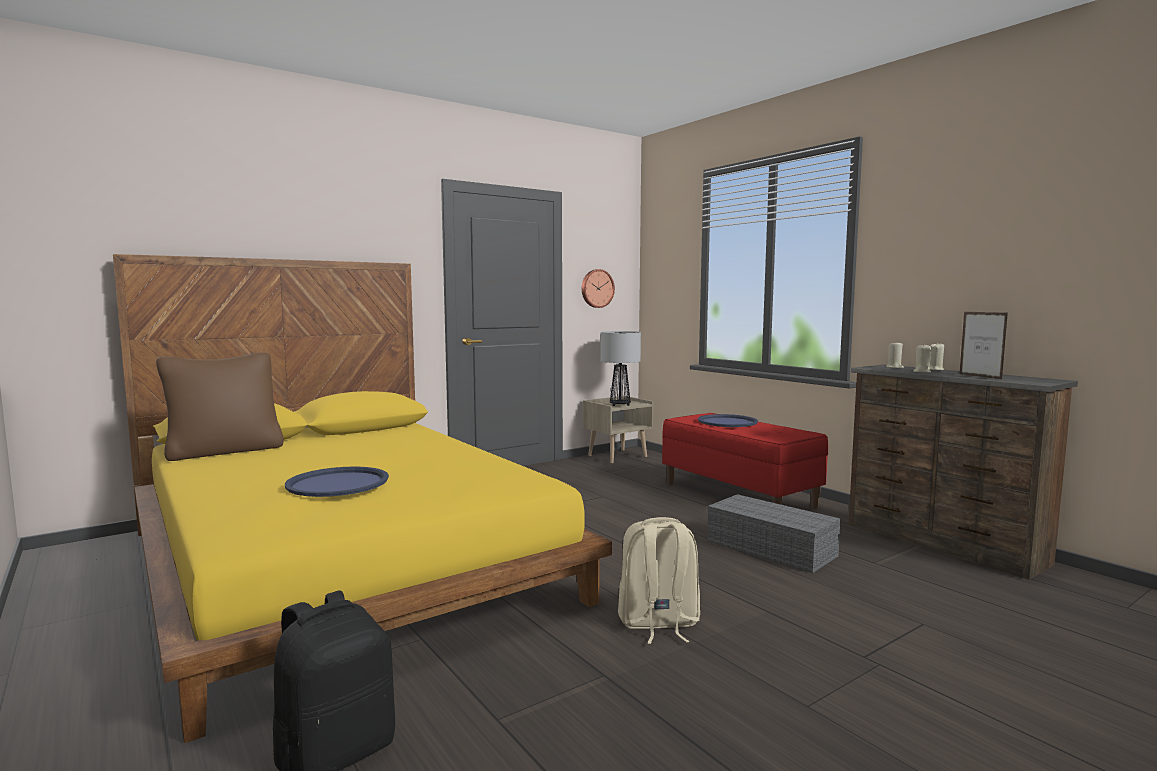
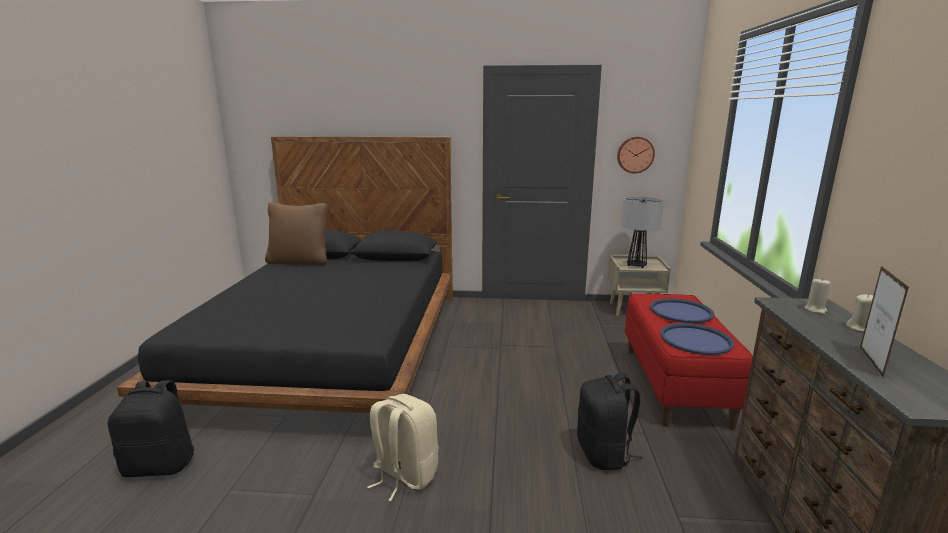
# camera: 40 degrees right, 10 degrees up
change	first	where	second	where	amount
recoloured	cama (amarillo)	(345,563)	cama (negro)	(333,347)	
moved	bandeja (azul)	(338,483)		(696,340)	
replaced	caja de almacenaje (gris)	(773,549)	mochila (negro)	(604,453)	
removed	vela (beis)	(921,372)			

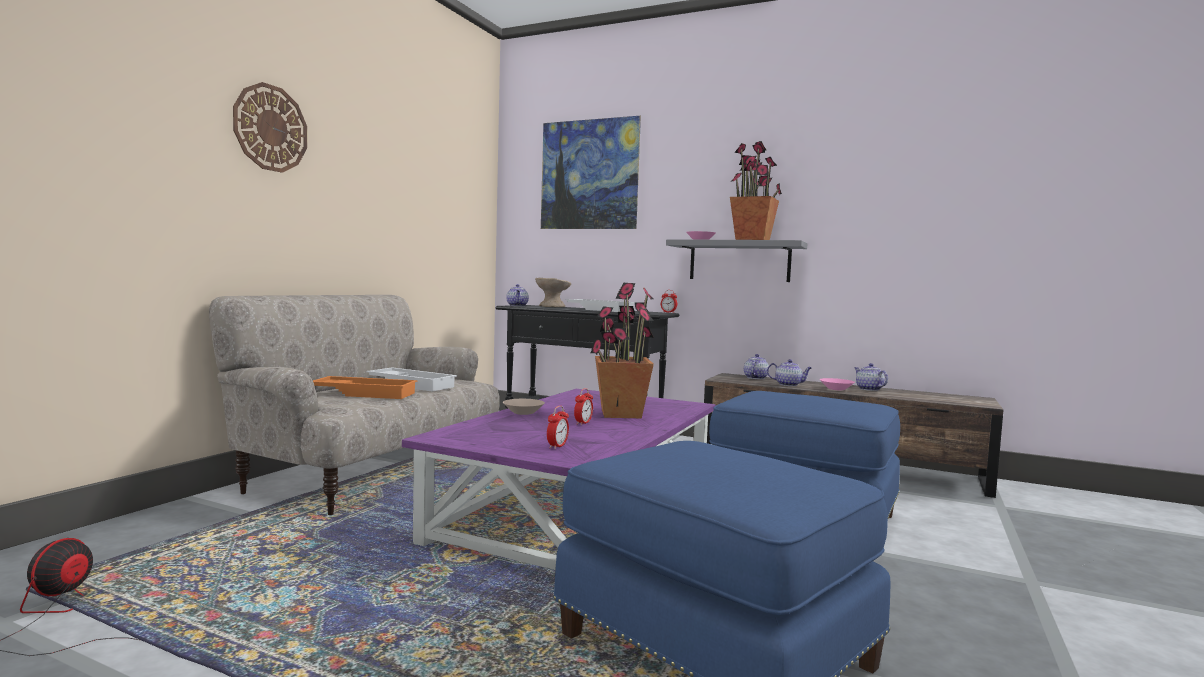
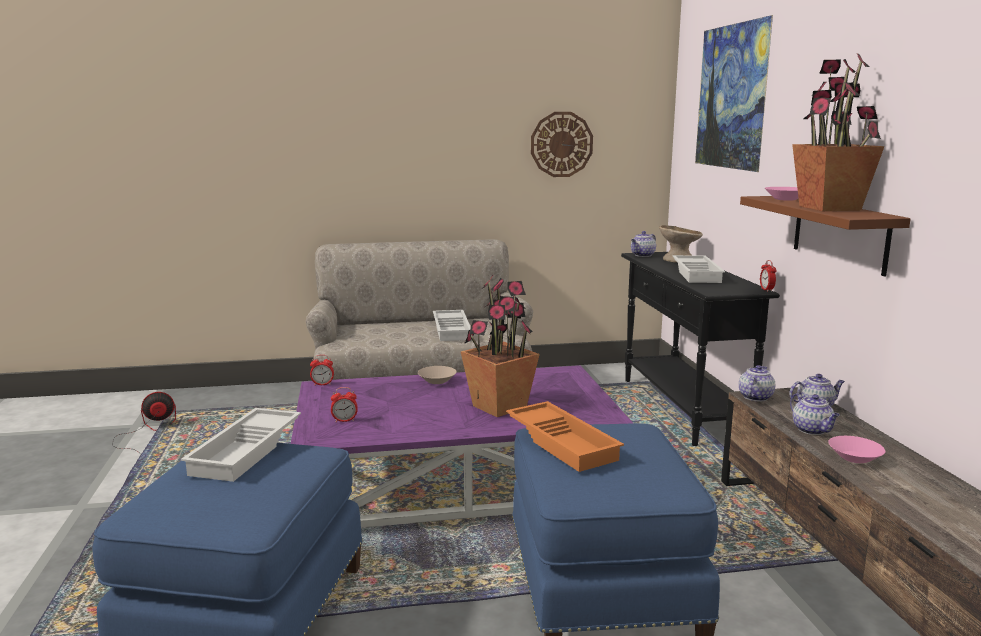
# camera: 55 degrees right, 10 degrees up
change	first	where	second	where	amount
moved	reloj de pared	(270,128)		(561,144)	
moved	bandeja (naranja)	(366,393)		(564,442)	
moved	despertador	(583,423)		(322,384)	
recoloured	estante (gris)	(739,261)	estante (marrón)	(839,233)	
moved	tetera	(868,389)		(755,397)	
added			bandeja (blanco)	(247,451)	

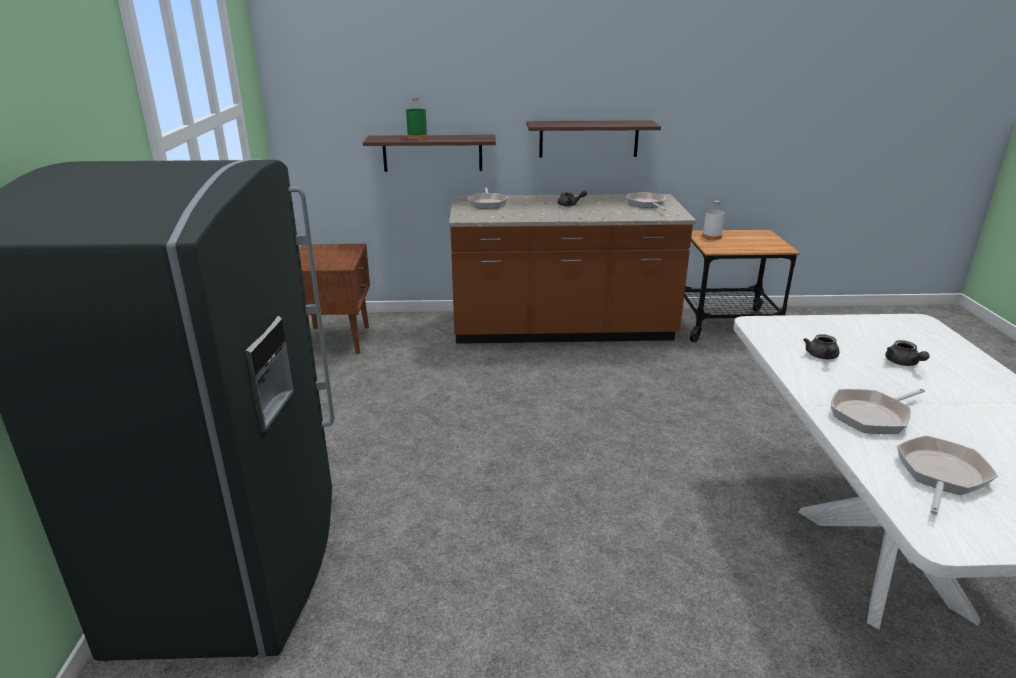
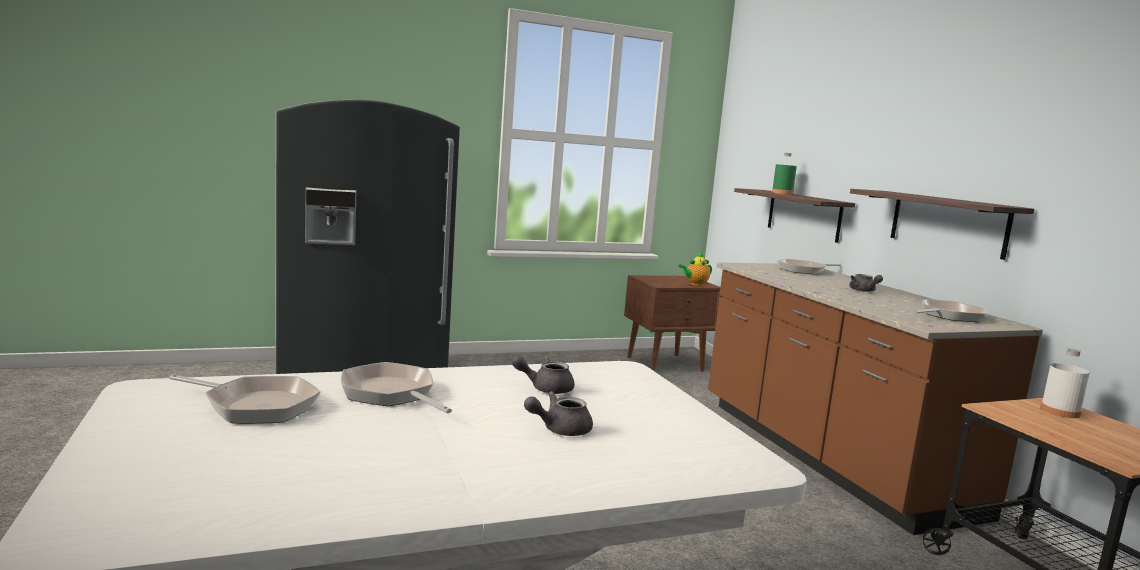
# camera: 70 degrees right, 15 degrees down
change	first	where	second	where	amount
added			tetera	(695,284)	

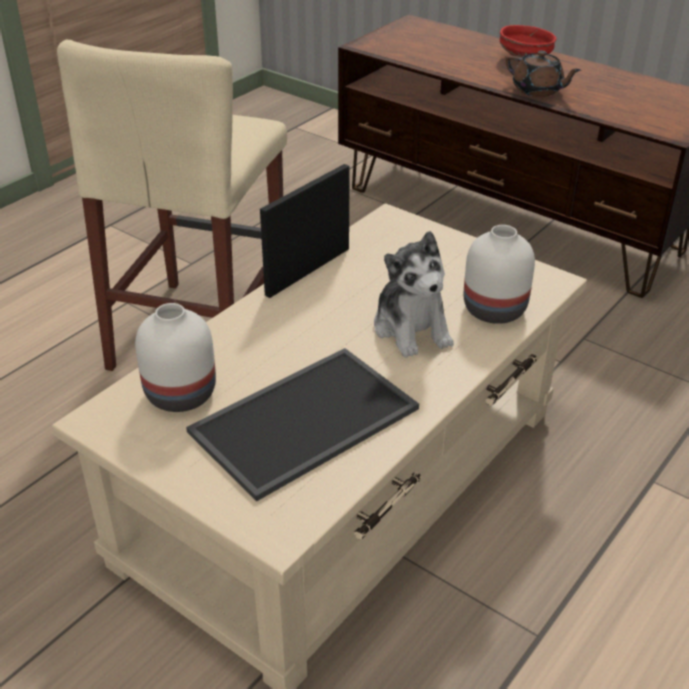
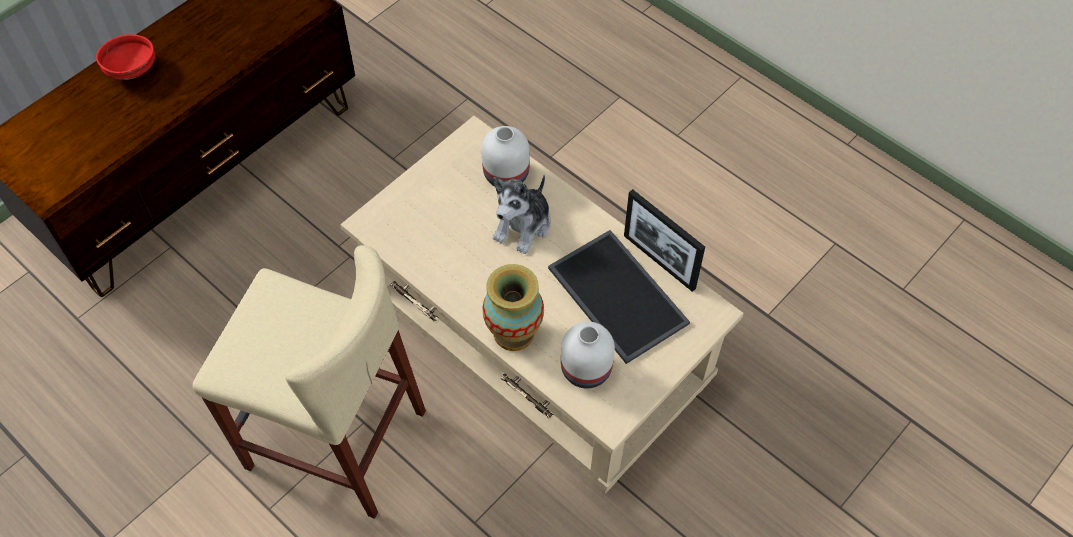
# camera: 85 degrees left, 20 degrees up
change	first	where	second	where	amount
moved	portarretratos	(308,271)		(659,262)	
turned	peluche	(412,328)		(523,225)	135 degrees clockwise
removed	tetera (marrón)	(538,90)			
added			florero	(513,333)	

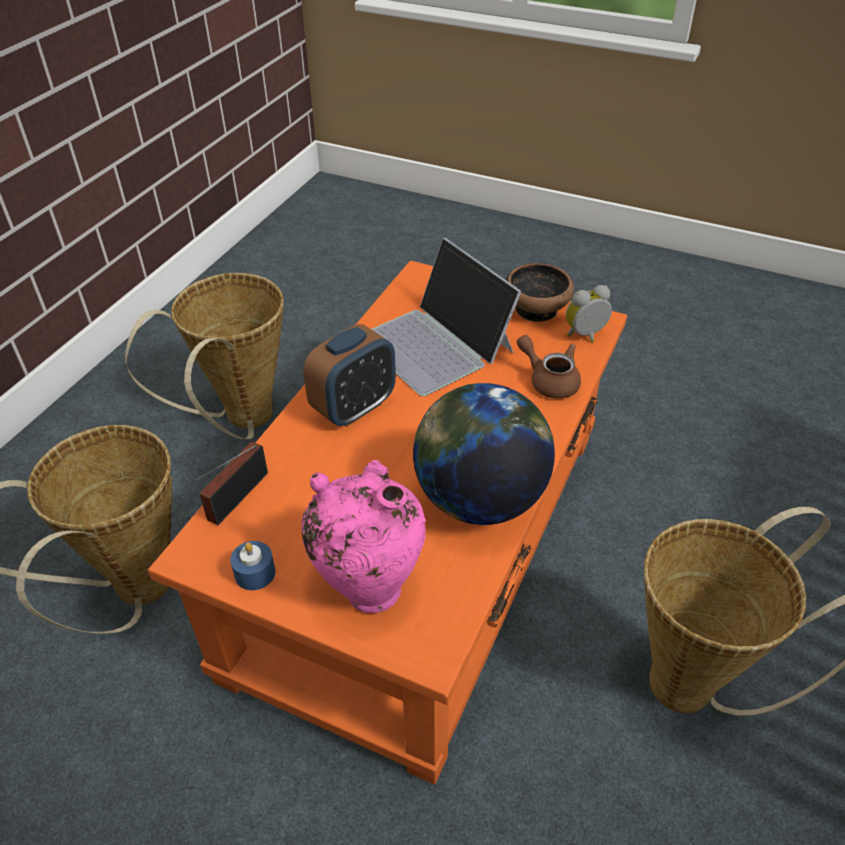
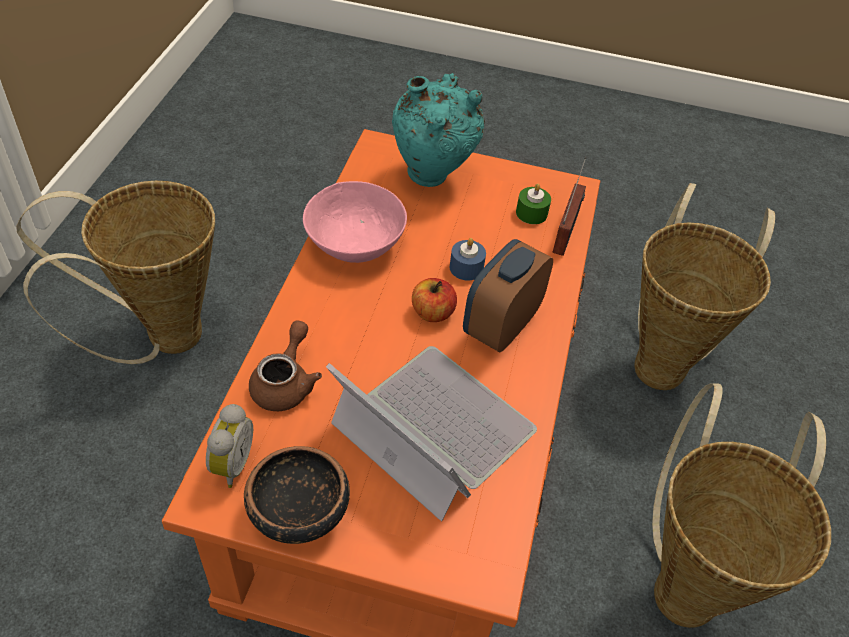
# camera: 165 degrees right, 5 degrees up
change	first	where	second	where	amount
moved	vela (azul)	(255,573)		(466,268)	
recoloured	florero (rosa)	(369,586)	florero (turquesa)	(432,178)	
replaced	globo terráqueo	(480,500)	cuenco (rosa)	(355,244)	
turned	tetera (marrón)	(549,380)		(285,383)	105 degrees counterclockwise
turned	despertador	(586,336)		(230,464)	45 degrees counterclockwise
added			manzana	(432,313)	
added			vela (verde)	(531,213)	

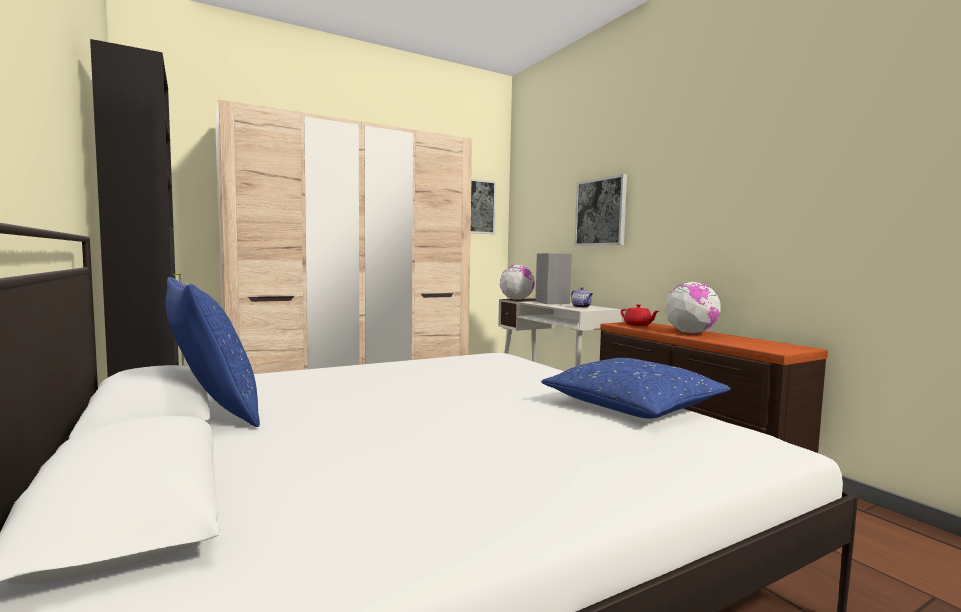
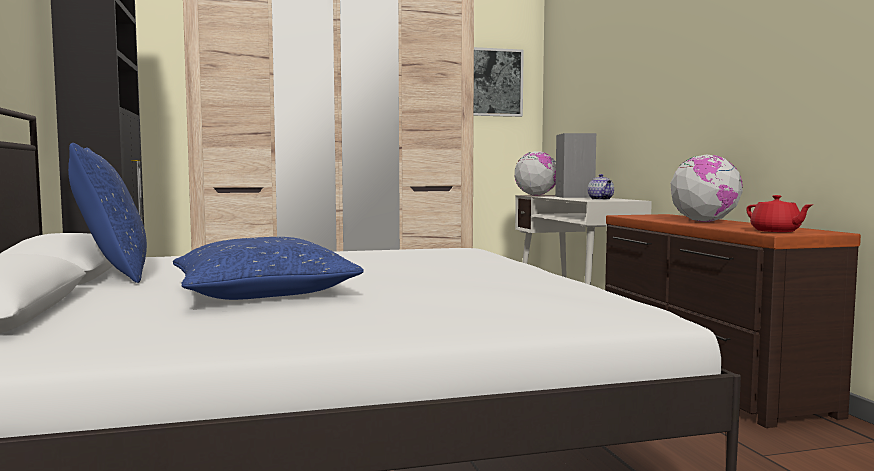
# camera: 15 degrees right, 0 degrees up
change	first	where	second	where	amount
moved	cojín (azul)	(633,405)		(263,292)	
removed	cuadro	(601,212)			
moved	tetera (rojo)	(638,325)		(776,231)	

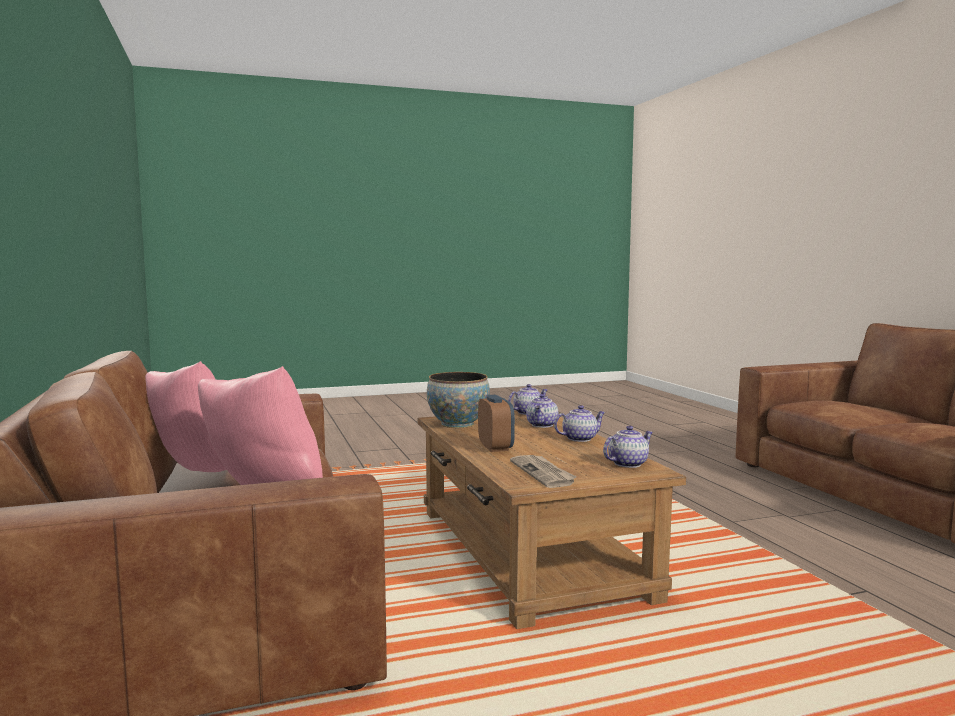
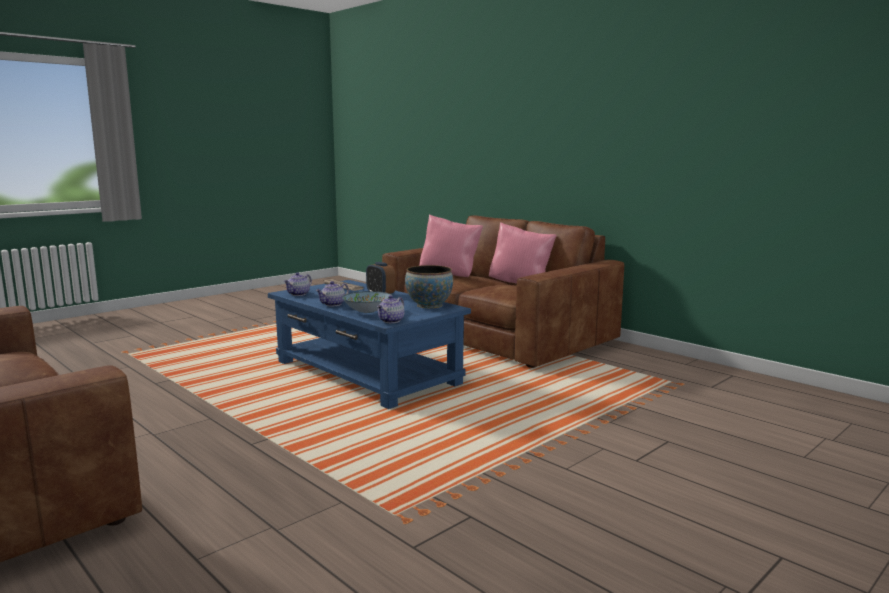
# camera: 155 degrees right, 5 degrees up
change	first	where	second	where	amount
recoloured	mesa de centro (marrón)	(528,551)	mesa de centro (azul)	(366,372)	
replaced	tetera	(542,425)	cuenco	(367,311)	

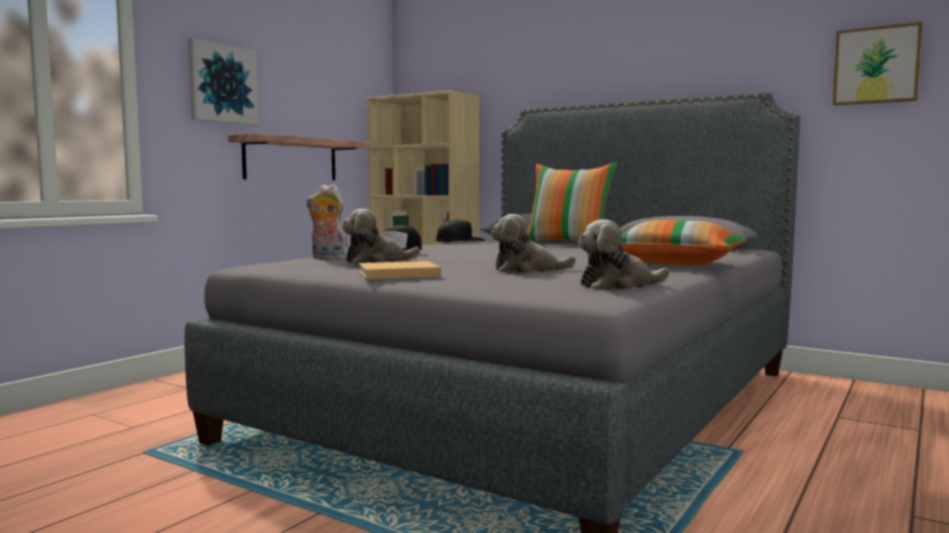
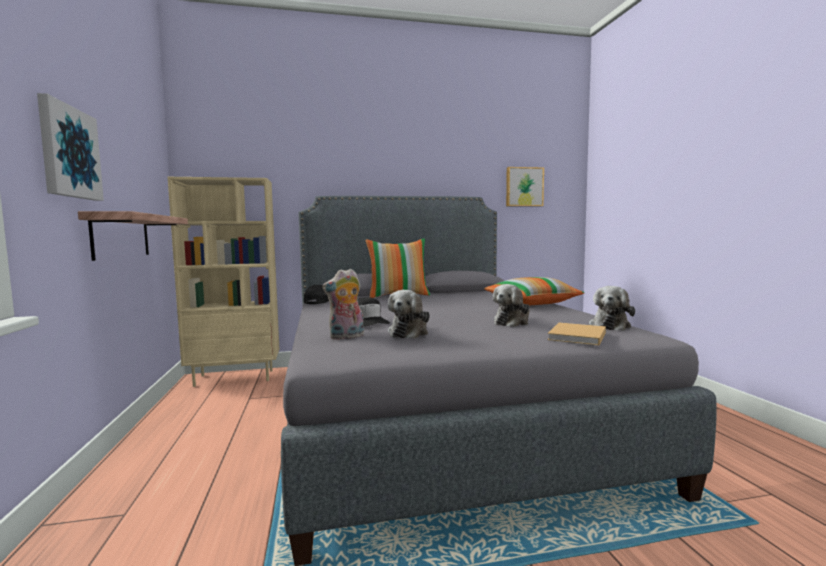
# camera: 45 degrees left, 0 degrees up
change	first	where	second	where	amount
moved	libro (beis)	(396,274)		(577,336)	

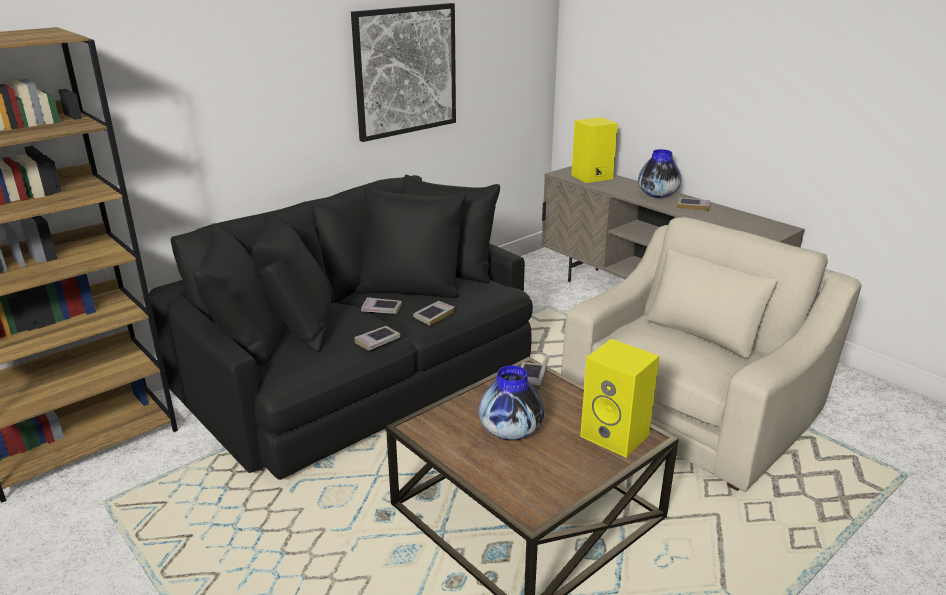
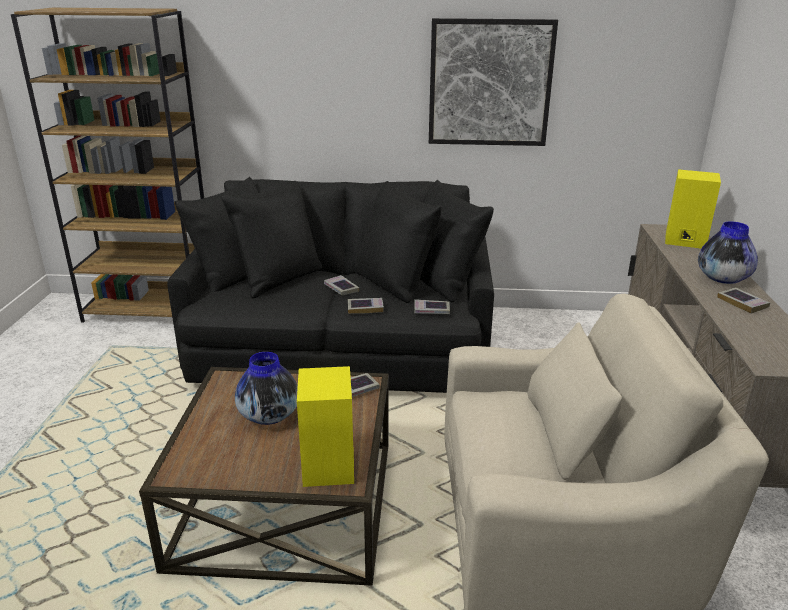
# camera: 45 degrees right, 0 degrees up
change	first	where	second	where	amount
moved	libro	(377,341)		(431,310)	

